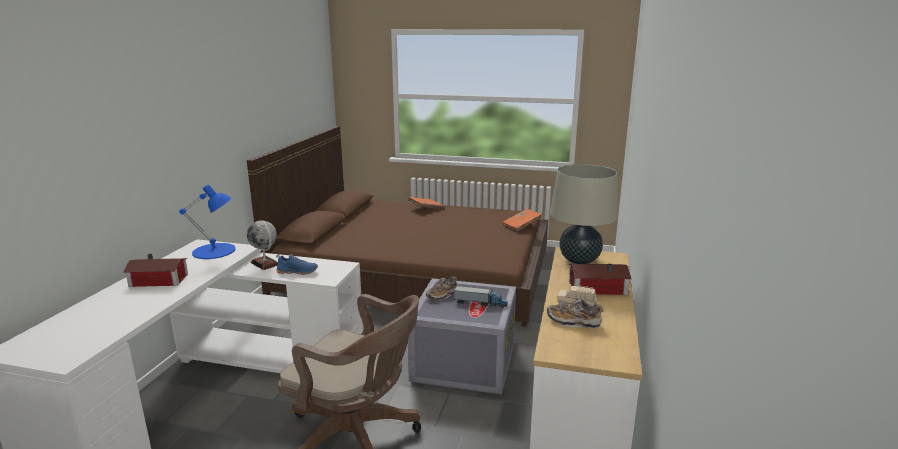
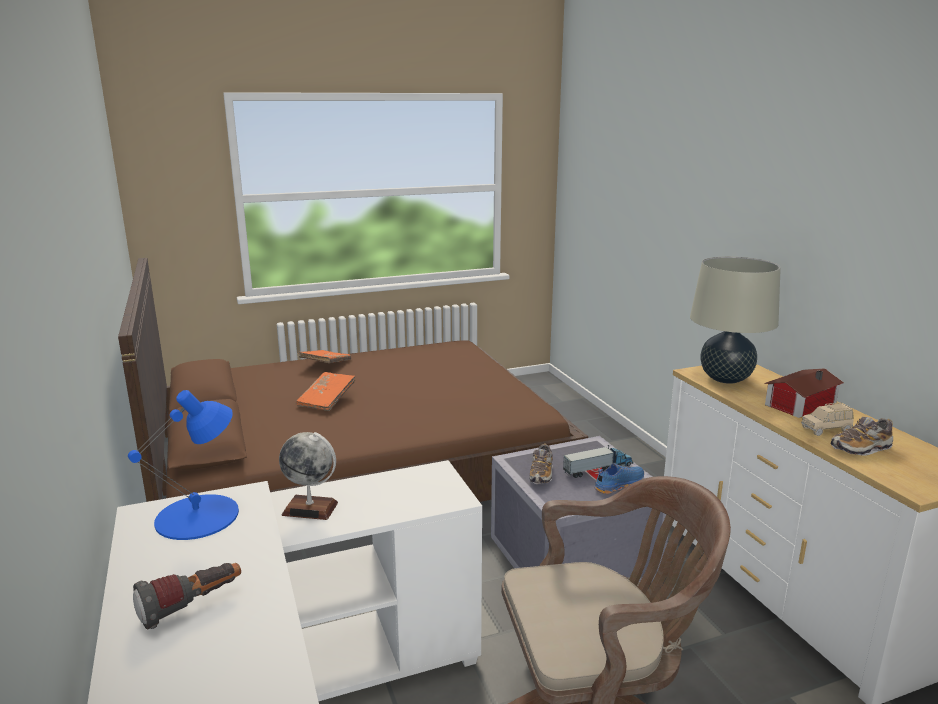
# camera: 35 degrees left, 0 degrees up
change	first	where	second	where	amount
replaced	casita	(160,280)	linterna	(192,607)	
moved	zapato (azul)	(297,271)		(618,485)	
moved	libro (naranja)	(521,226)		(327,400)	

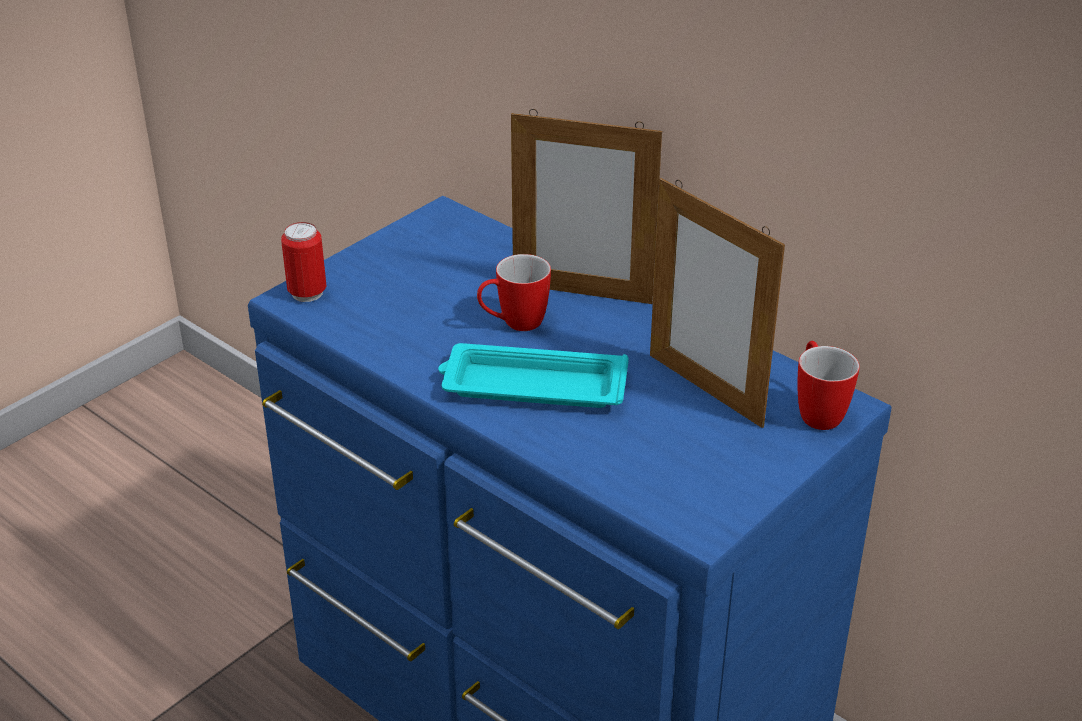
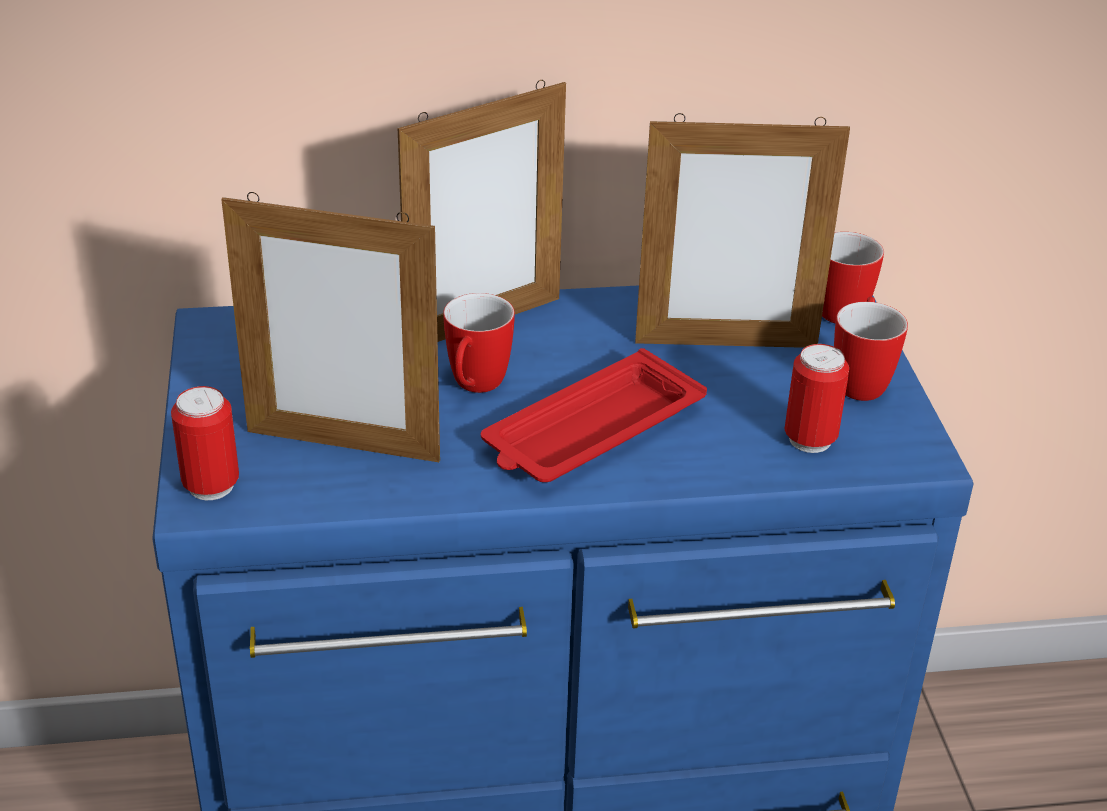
# camera: 50 degrees left, 0 degrees up
change	first	where	second	where	amount
recoloured	bandeja (turquesa)	(531,386)	bandeja (rojo)	(590,432)	
added			portarretratos	(343,445)	
added			lata	(810,439)	
added			taza grande	(860,380)	

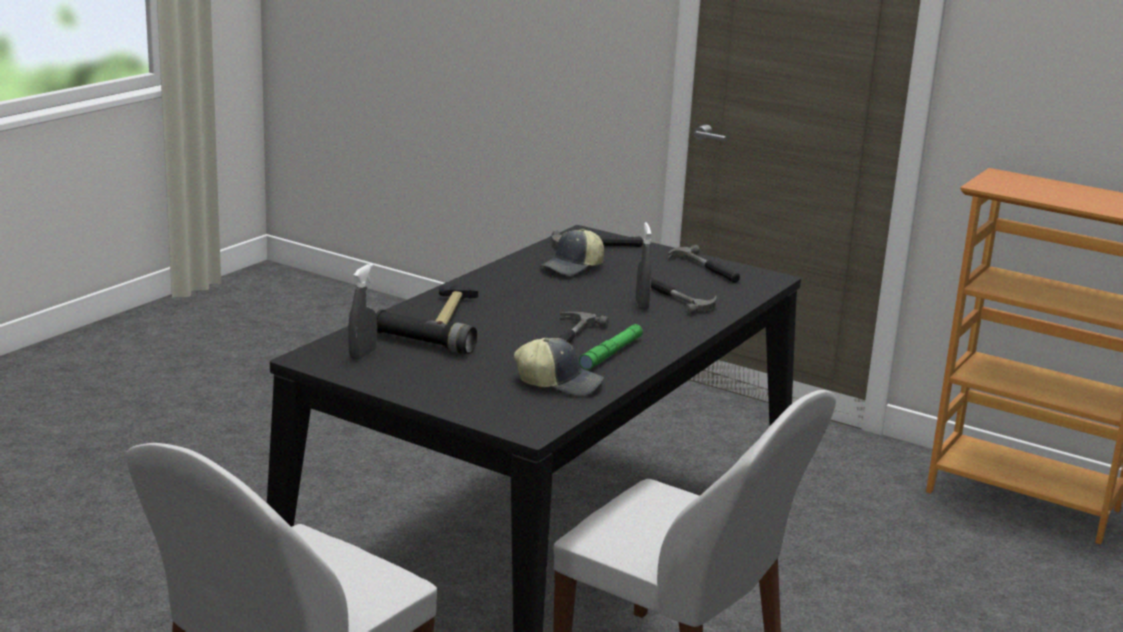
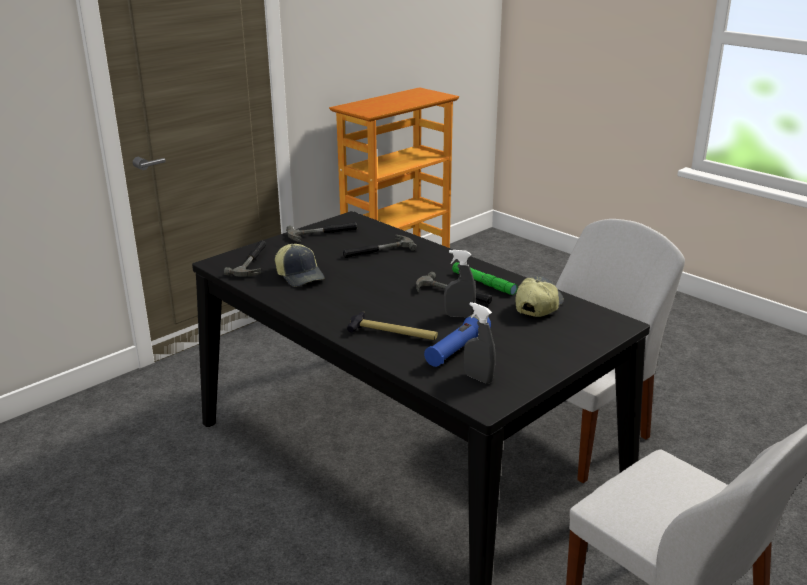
# camera: 75 degrees left, 5 degrees up
change	first	where	second	where	amount
recoloured	linterna (negro)	(424,344)	linterna (azul)	(457,349)	
moved	pulverizador (gris)	(641,305)		(459,315)	

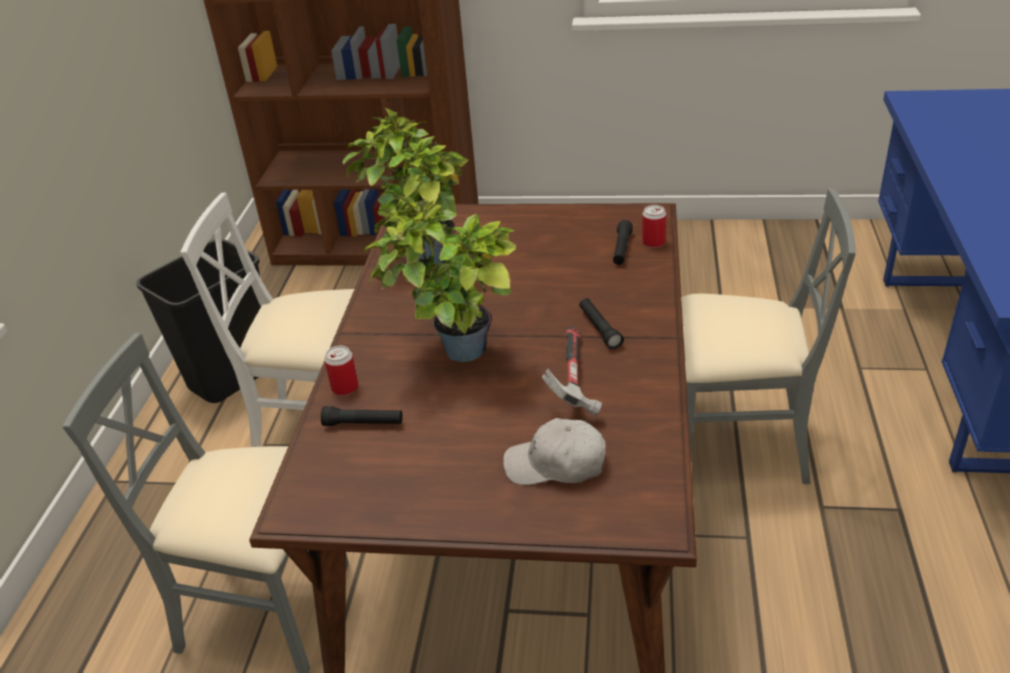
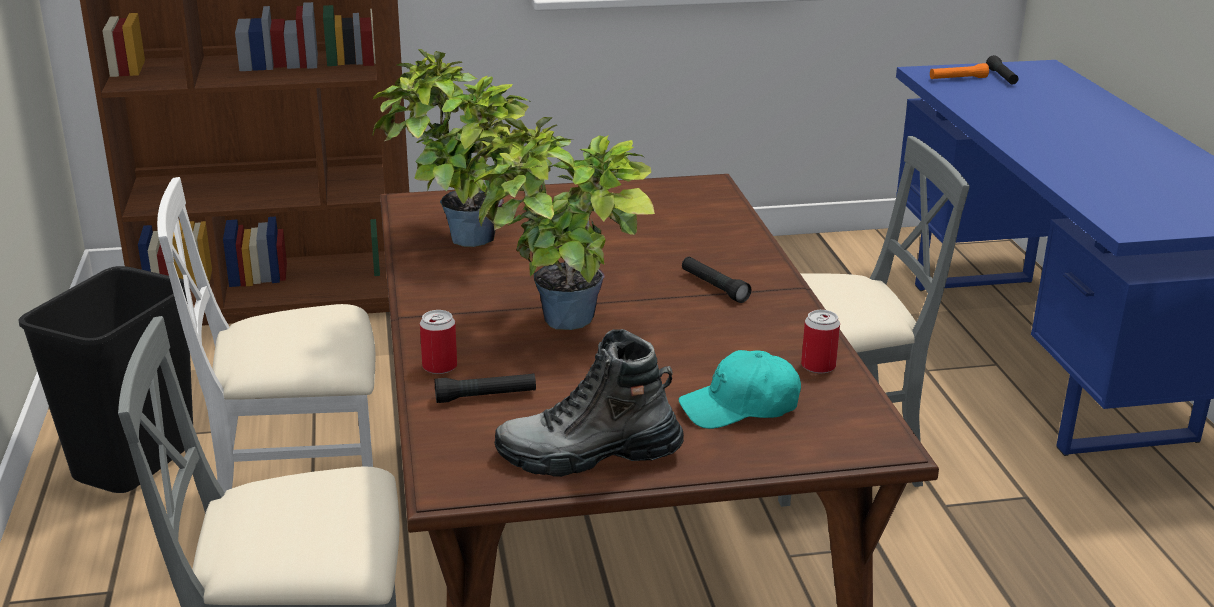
# camera: 20 degrees left, 10 degrees down
change	first	where	second	where	amount
recoloured	gorra (blanco)	(556,464)	gorra (turquesa)	(740,407)	
removed	martillo	(573,381)			
moved	linterna (negro)	(621,249)		(1001,77)	
moved	lata	(653,242)		(818,366)	
added			bota	(588,455)	
added			linterna (naranja)	(957,79)	

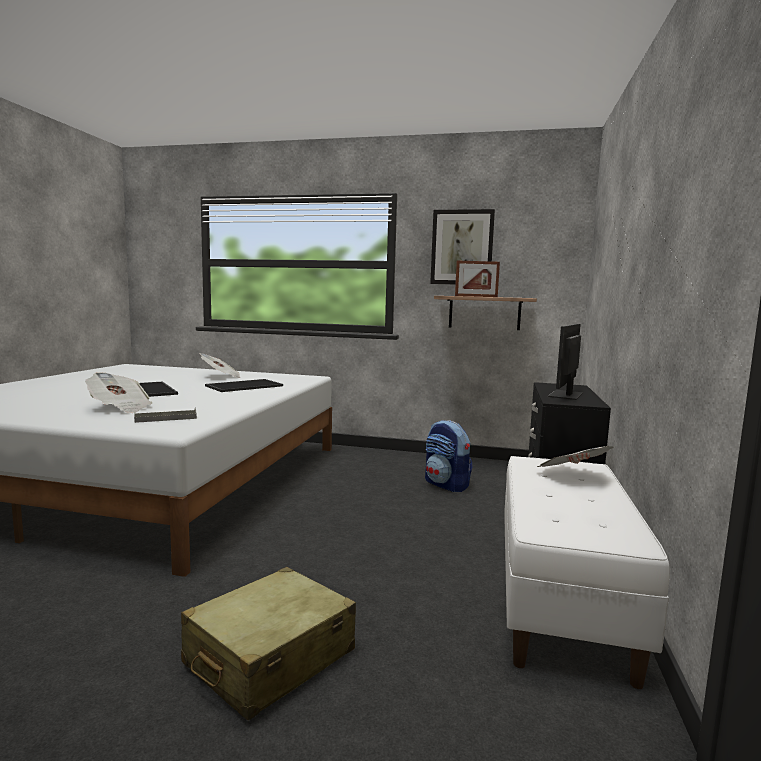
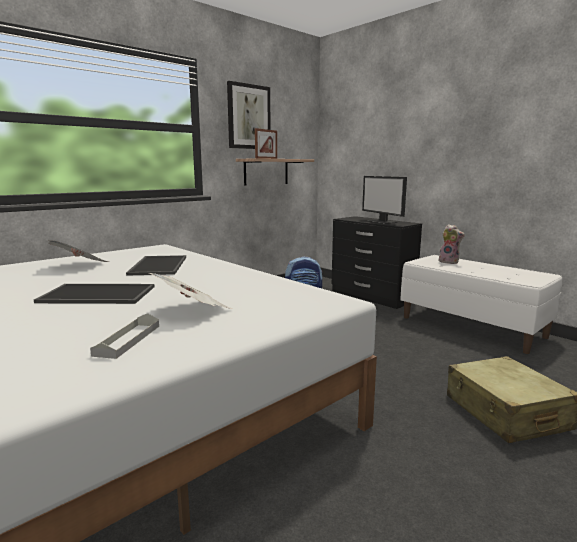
# camera: 55 degrees left, 5 degrees up
change	first	where	second	where	amount
moved	bandeja (gris)	(166,418)		(128,340)	
replaced	periódico	(572,475)	peluche	(449,262)	

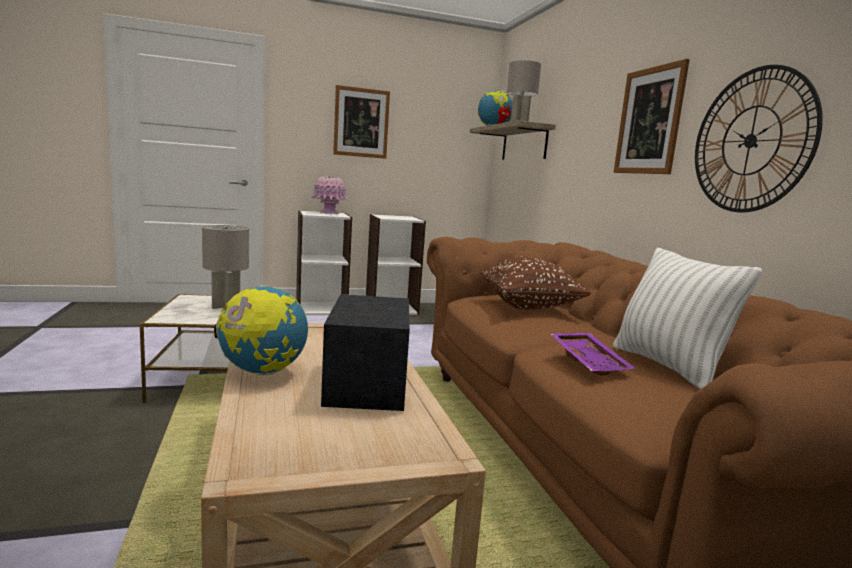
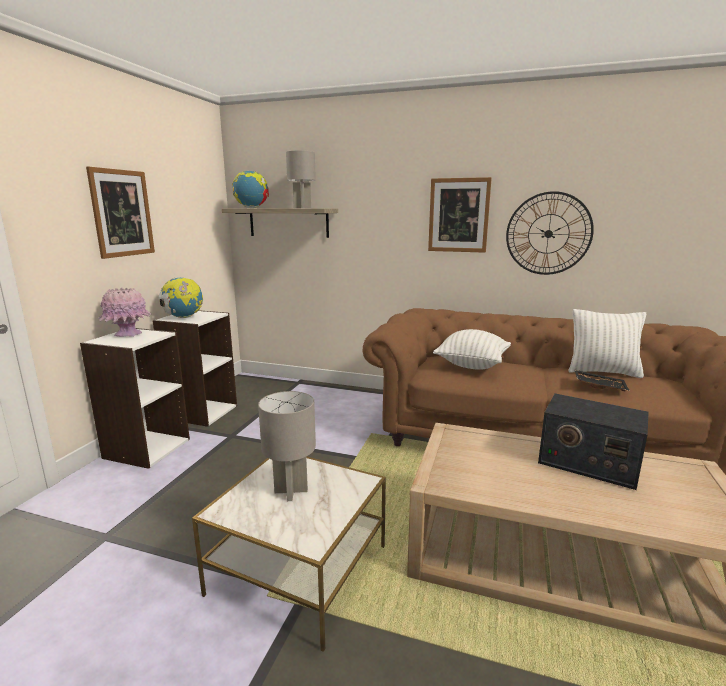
# camera: 55 degrees left, 5 degrees up
change	first	where	second	where	amount
moved	globo terráqueo	(262,372)		(183,317)	
recoloured	cojín (marrón)	(528,306)	cojín (blanco)	(472,365)	
recoloured	bandeja (morado)	(590,362)	bandeja (negro)	(599,386)	

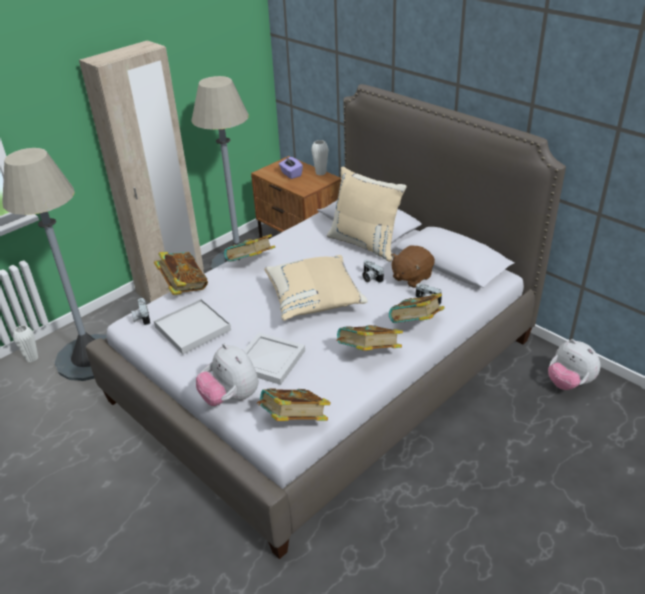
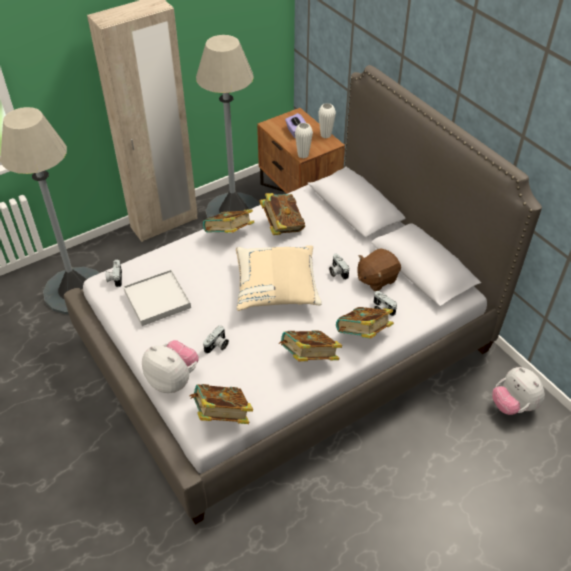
# camera: 10 degrees right, 10 degrees up
change	first	where	second	where	amount
moved	florero (blanco)	(32,358)		(303,155)	
moved	libro	(183,287)		(282,226)	
turned	peluche	(231,398)		(173,380)	150 degrees clockwise
replaced	bandeja (blanco)	(269,359)	cámara	(217,346)	
removed	cojín (beis)	(365,243)			

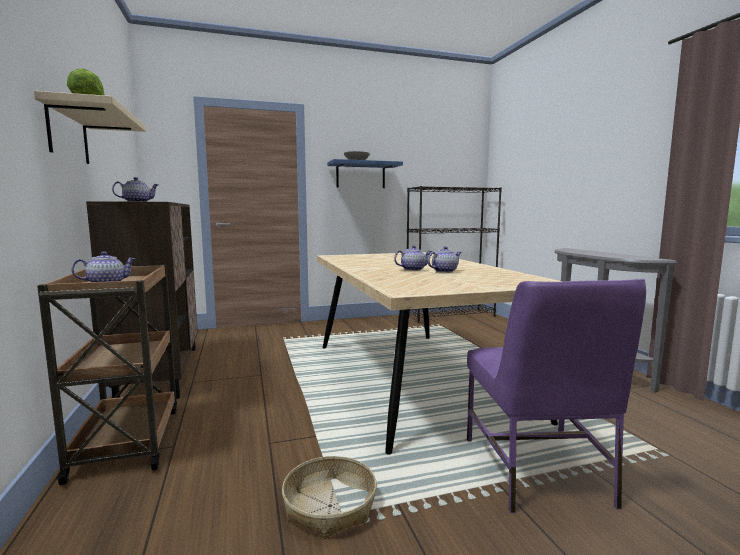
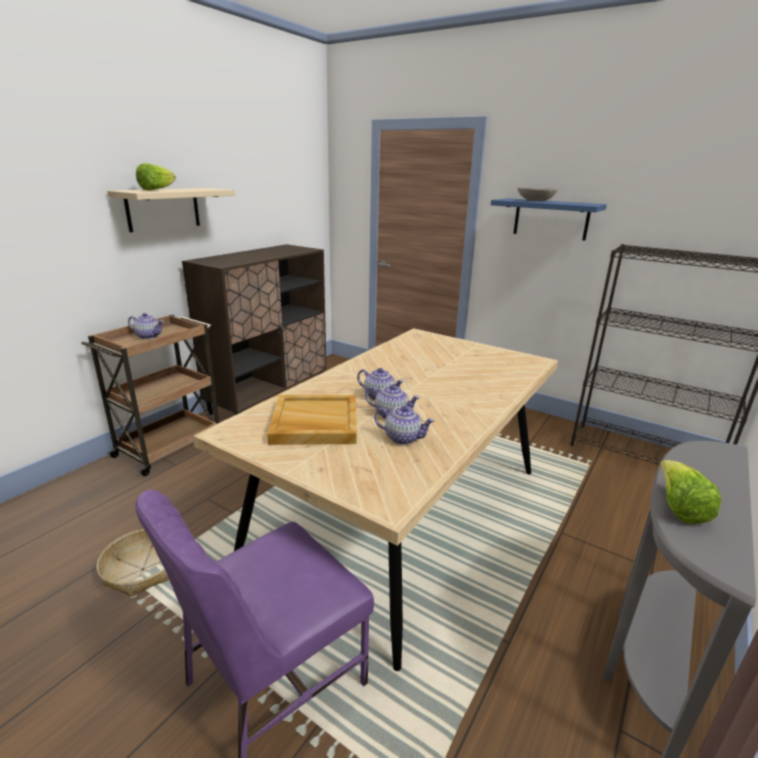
# camera: 50 degrees right, 15 degrees up
change	first	where	second	where	amount
moved	tetera	(137,202)		(403,438)	
added			bandeja (beis)	(314,423)	
added			lechuga	(679,508)	

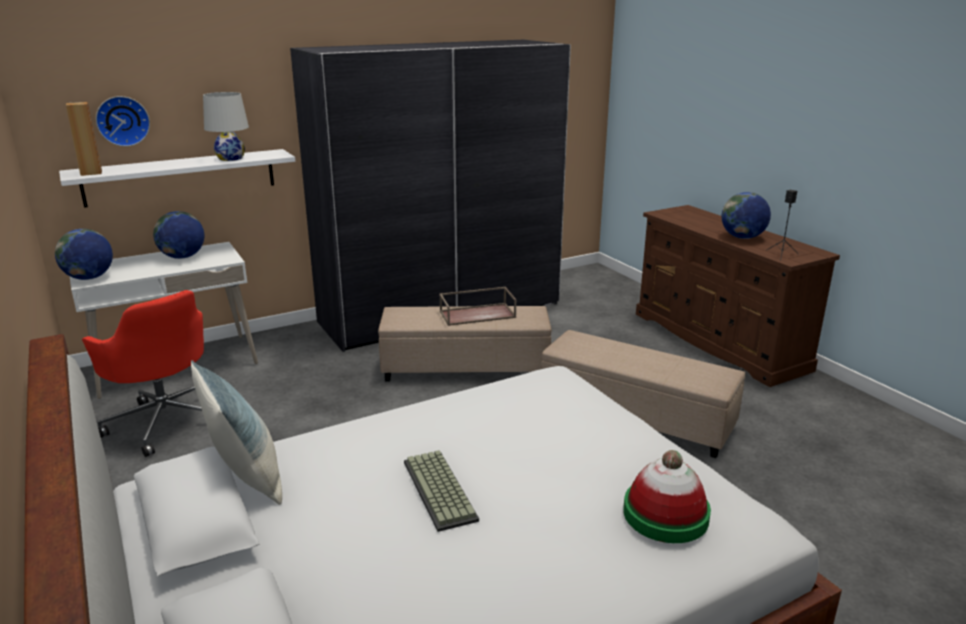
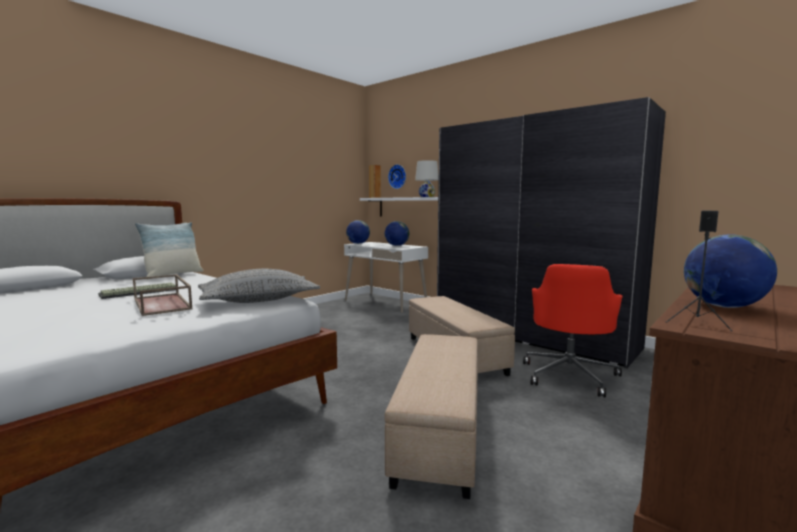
# camera: 70 degrees right, 15 degrees down
change	first	where	second	where	amount
moved	silla de oficina (rojo)	(166,420)		(570,375)	
moved	bandeja (marrón)	(478,314)		(163,304)	
removed	sombrero	(665,514)			
added			cojín (gris)	(259,301)	

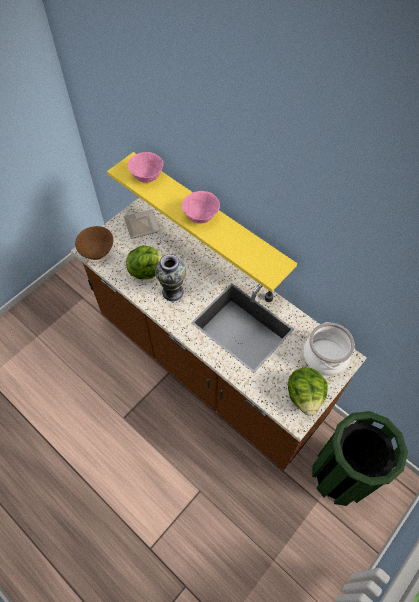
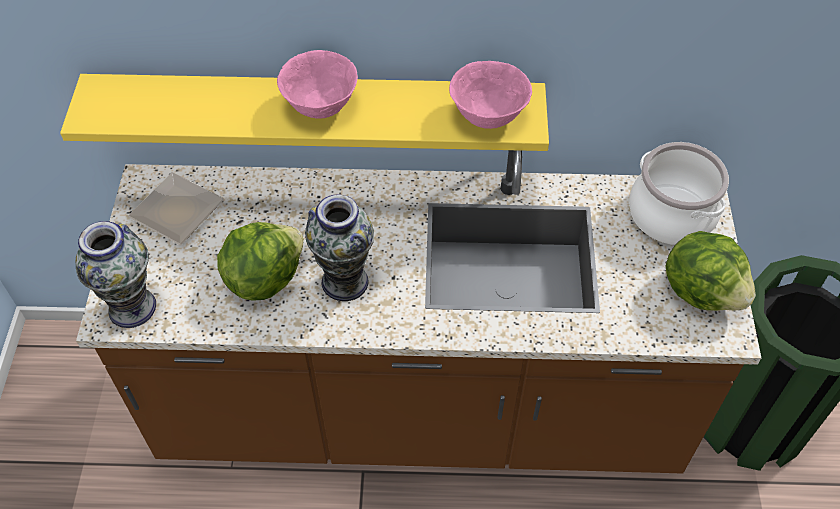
# camera: 40 degrees left, 5 degrees down
change	first	where	second	where	amount
replaced	cuenco (marrón)	(96,251)	florero	(131,307)	
moved	cuenco (rosa)	(147,177)		(488,116)	

